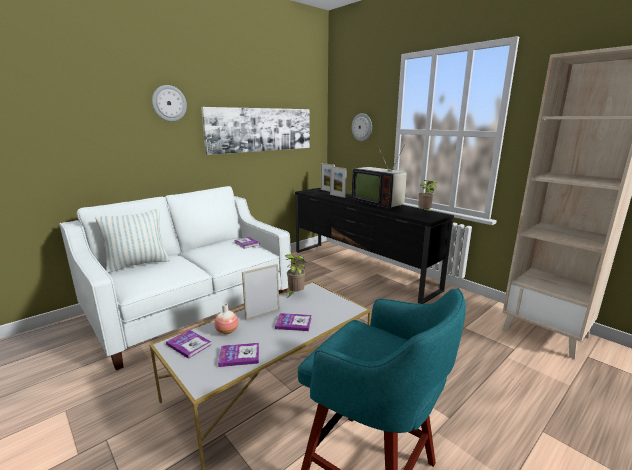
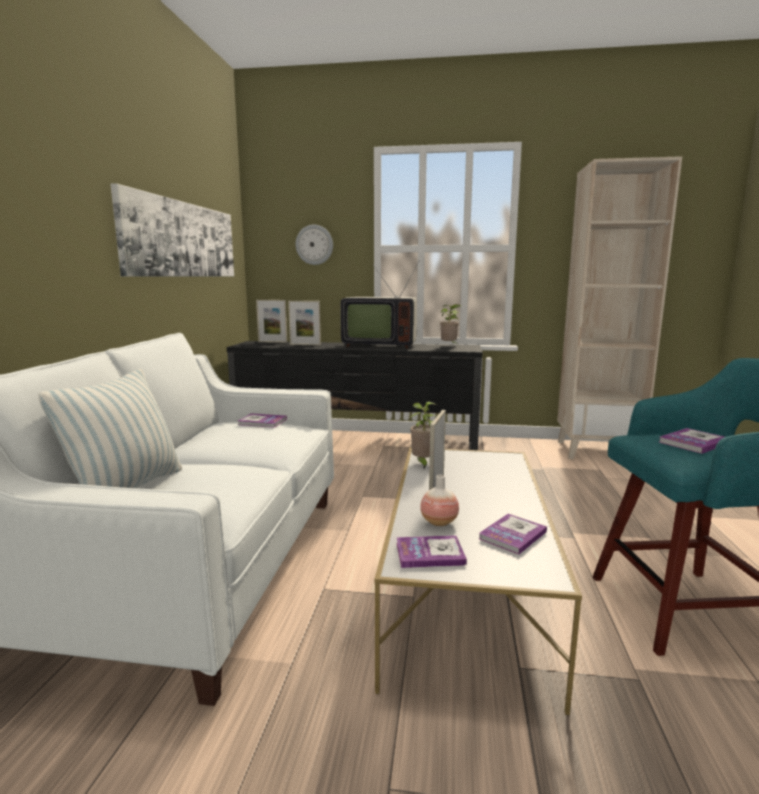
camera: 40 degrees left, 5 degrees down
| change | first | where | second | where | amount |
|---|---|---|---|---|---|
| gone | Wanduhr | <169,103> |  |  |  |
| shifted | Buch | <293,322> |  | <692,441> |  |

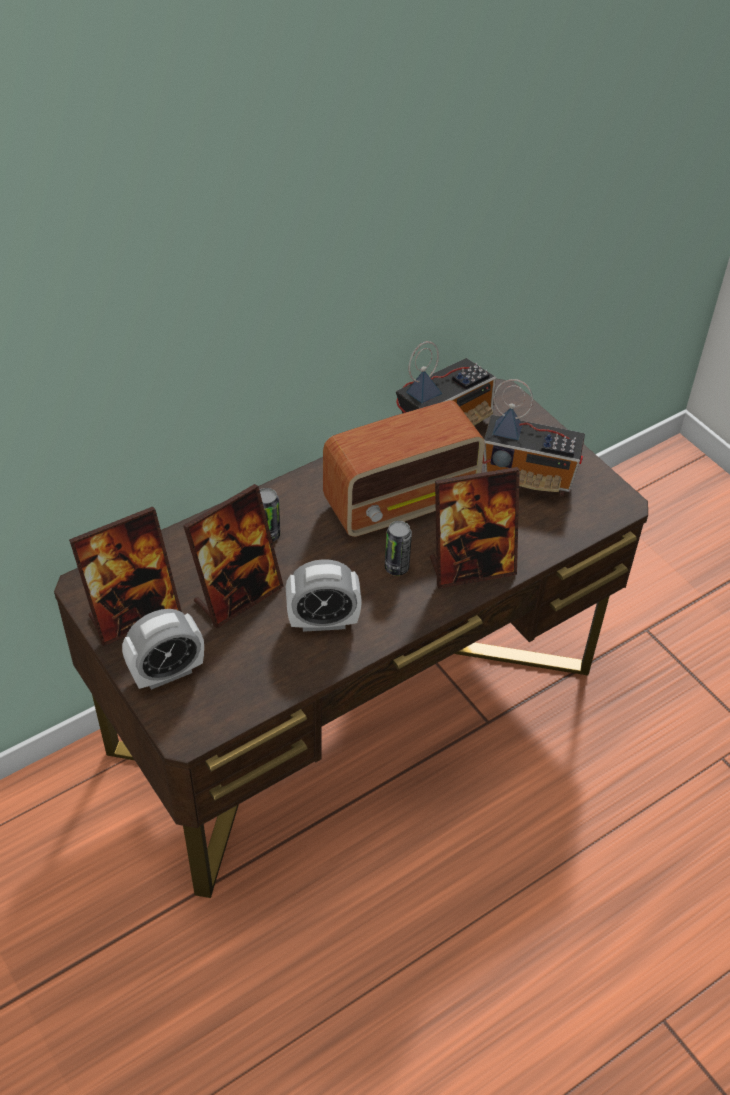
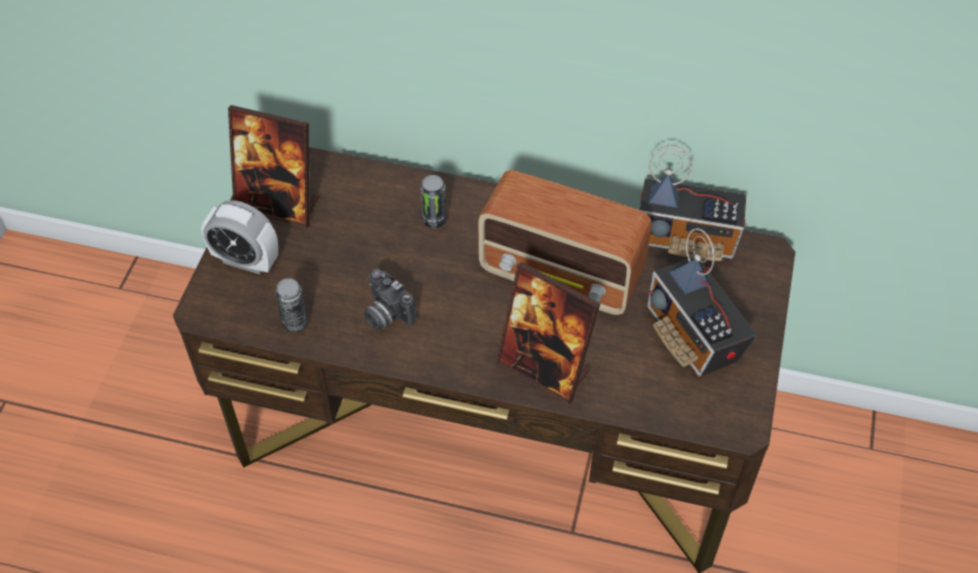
camera: 50 degrees right, 5 degrees up
| change | first | where | second | where | amount |
|---|---|---|---|---|---|
| gone | Bilderrahmen | <233,556> |  |  |  |
| swapped | Wecker | <324,595> | Kamera | <390,299> |  |
| shifted | Dose | <398,548> |  | <291,305> |  |

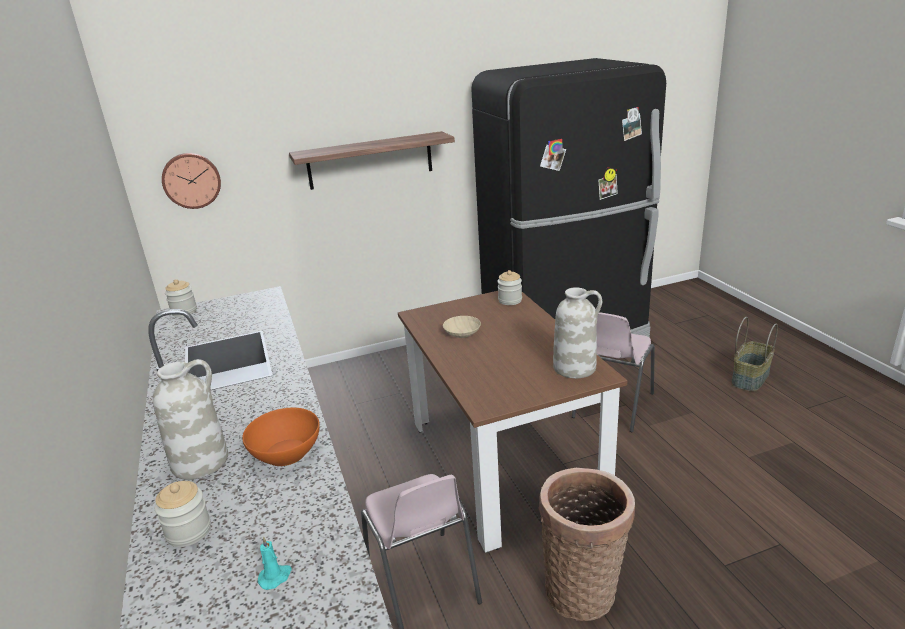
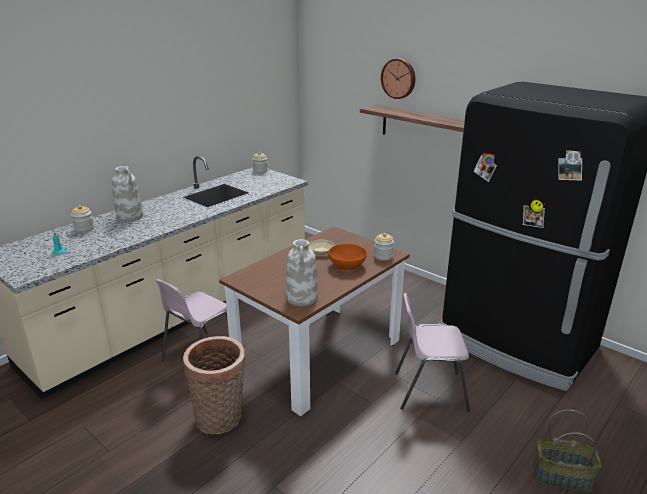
camera: 60 degrees right, 0 degrees up
| change | first | where | second | where | amount |
|---|---|---|---|---|---|
| shifted | Wanduhr | <191,181> |  | <398,78> |  |
| shifted | Schüssel (orange) | <281,437> |  | <347,257> |  |

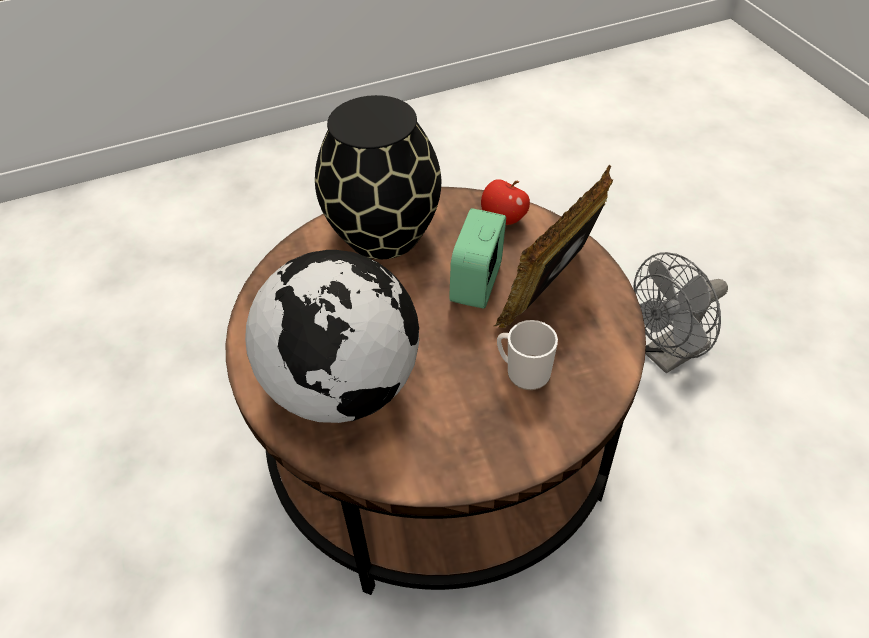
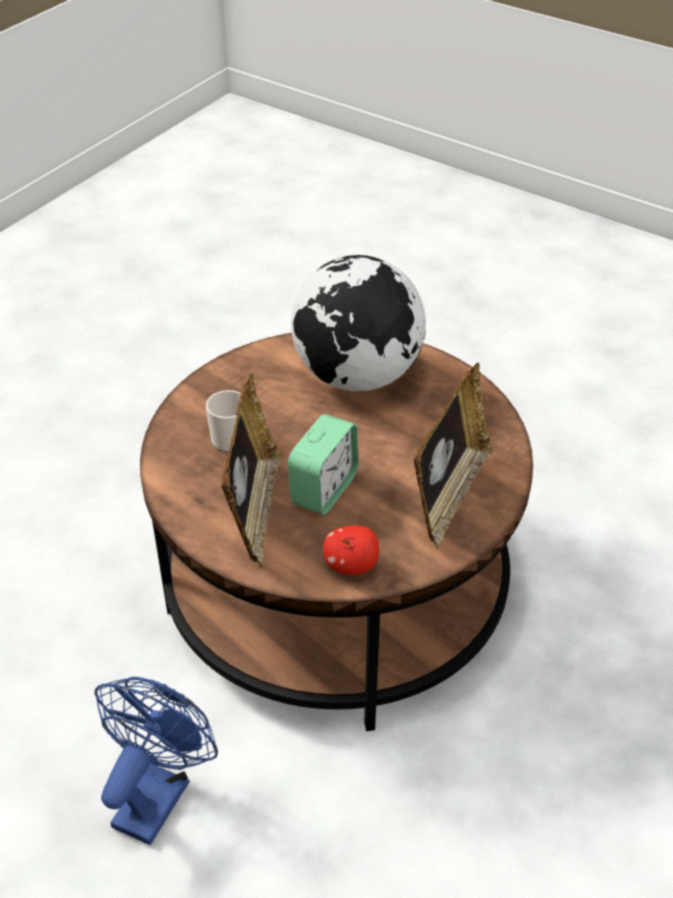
camera: 145 degrees right, 5 degrees down
| change | first | where | second | where | amount |
|---|---|---|---|---|---|
| swapped | Vase (schwarz) | <378,177> | Bilderrahmen | <453,456> |  |
| rotated | Wecker | <477,258> |  | <323,464> | 45 degrees clockwise |
| repainted | Ventilator (grau) | <680,312> | Ventilator (blau) | <156,761> |  |

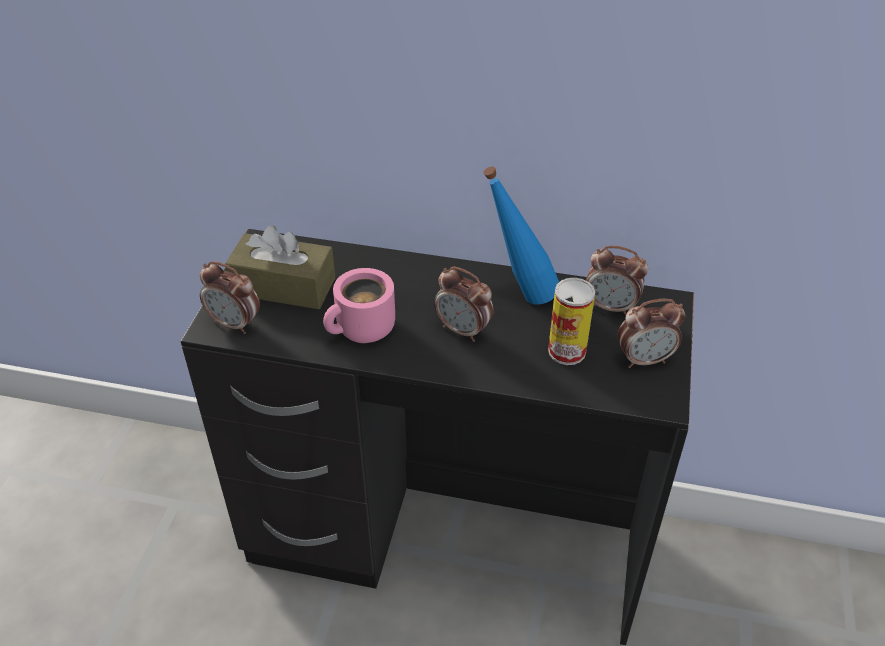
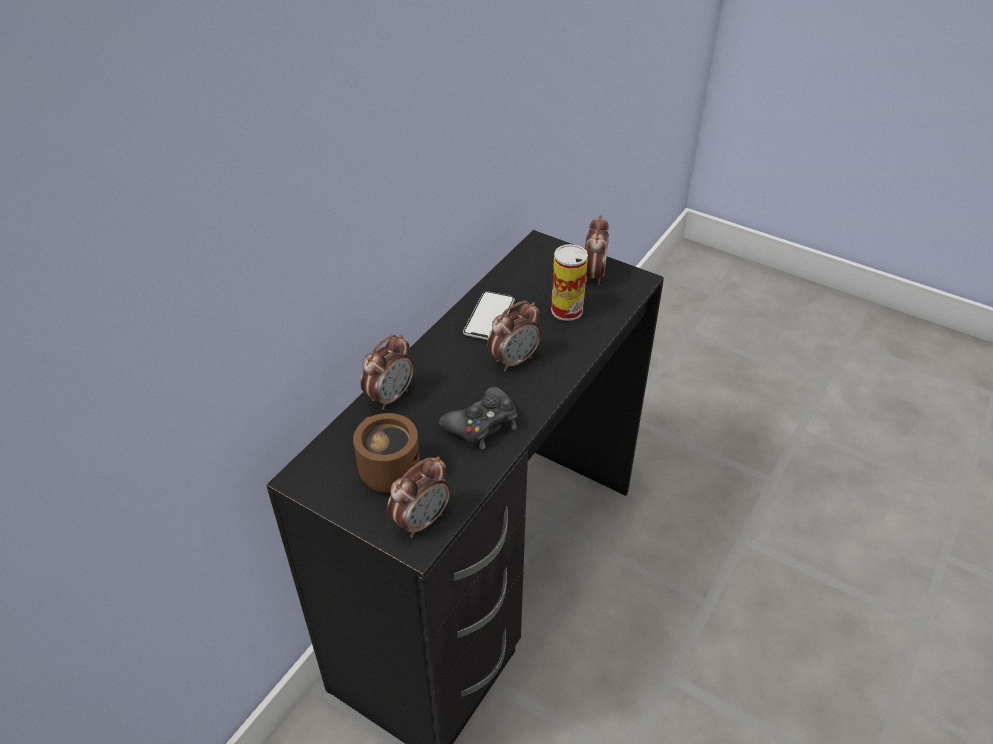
camera: 70 degrees left, 0 degrees up
| change | first | where | second | where | amount |
|---|---|---|---|---|---|
| swapped | Taschentuchbox (braun) | <280,267> | Henkelbecher (braun) | <386,453> |  |
| swapped | Henkelbecher (rosa) | <359,305> | Gamepad (schwarz) | <478,418> |  |
| swapped | Flasche (blau) | <521,236> | Handy | <489,315> |  |
| shifted | Wecker | <617,281> |  | <387,372> |  |

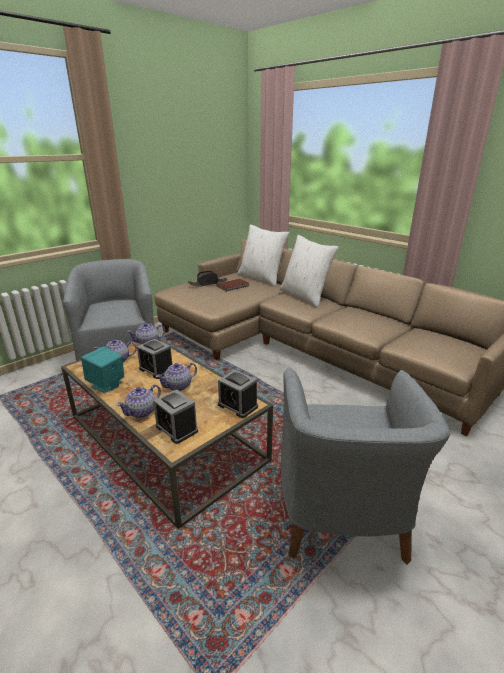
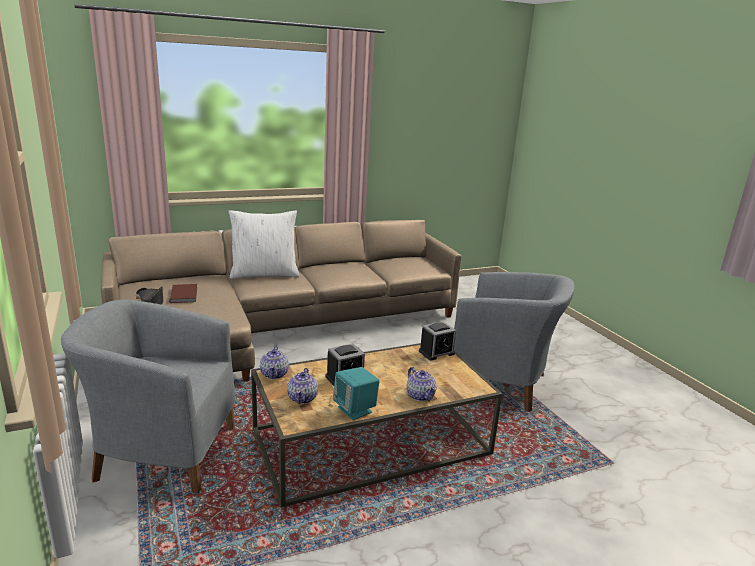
camera: 70 degrees left, 5 degrees down
| change | first | where | second | where | amount |
|---|---|---|---|---|---|
| gone | Wecker | <175,416> |  |  |  |
| gone | Teekanne | <176,377> |  |  |  |
| gone | Kissen (weiß) | <263,255> |  |  |  |

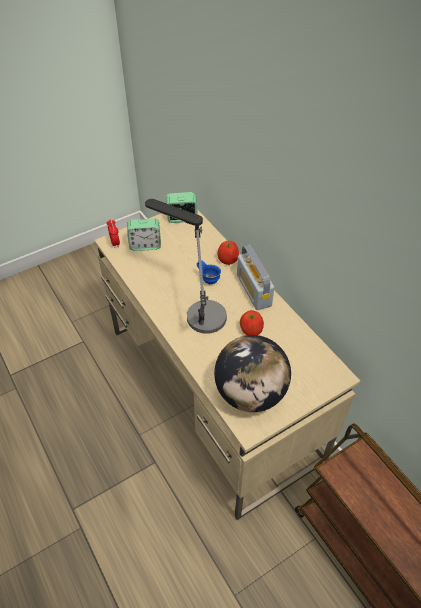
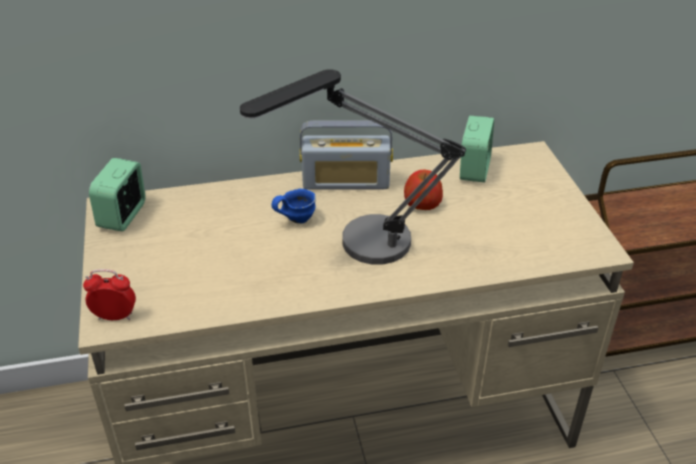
camera: 70 degrees left, 10 degrees down
| change | first | where | second | where | amount |
|---|---|---|---|---|---|
| shifted | Wecker | <144,234> |  | <477,149> |  |
| gone | Globus | <252,373> |  |  |  |
| gone | Apfel | <228,253> |  |  |  |

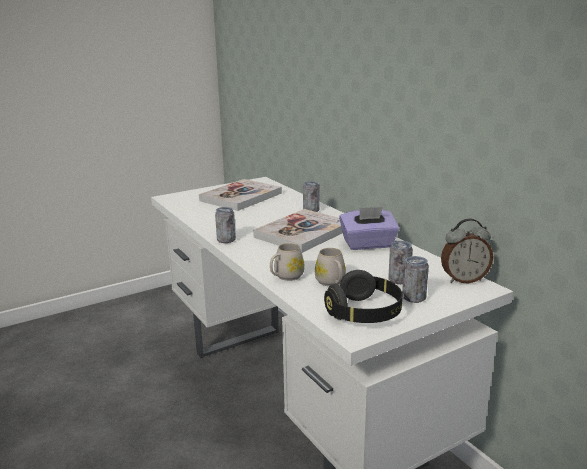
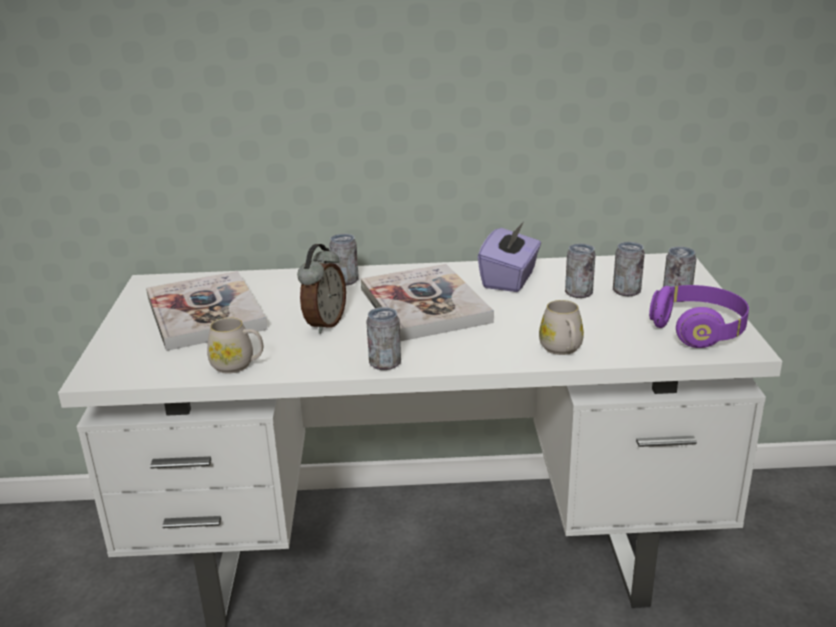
camera: 60 degrees left, 5 degrees up
| change | first | where | second | where | amount |
|---|---|---|---|---|---|
| shifted | Henkelbecher (weiß) | <330,267> |  | <235,345> |  |
| repainted | Kopfhörer (schwarz) | <363,296> | Kopfhörer (lila) | <699,316> |  |
| shifted | Wecker | <467,251> |  | <321,289> |  |
| new |  |  | Dose | <580,270> |  |

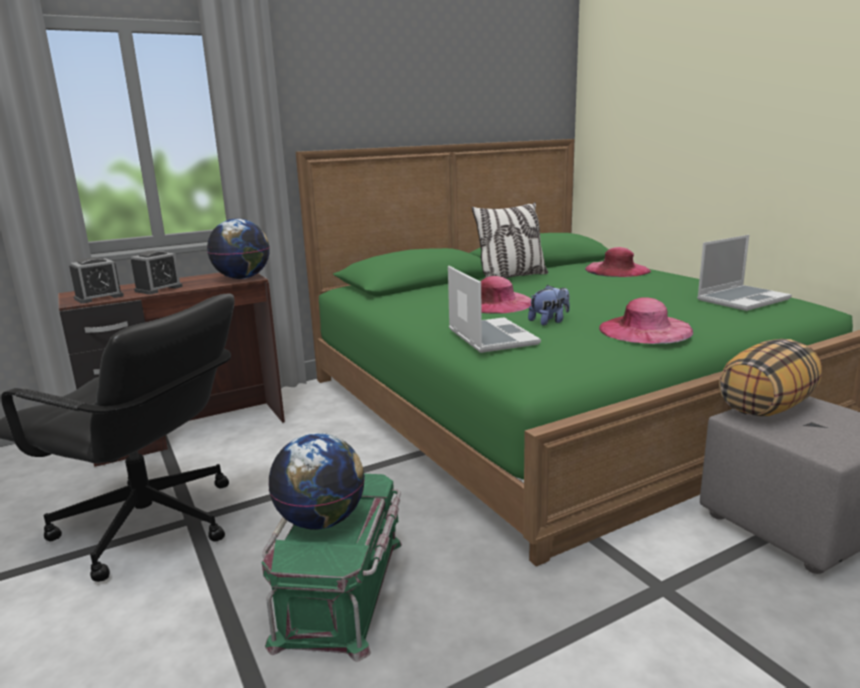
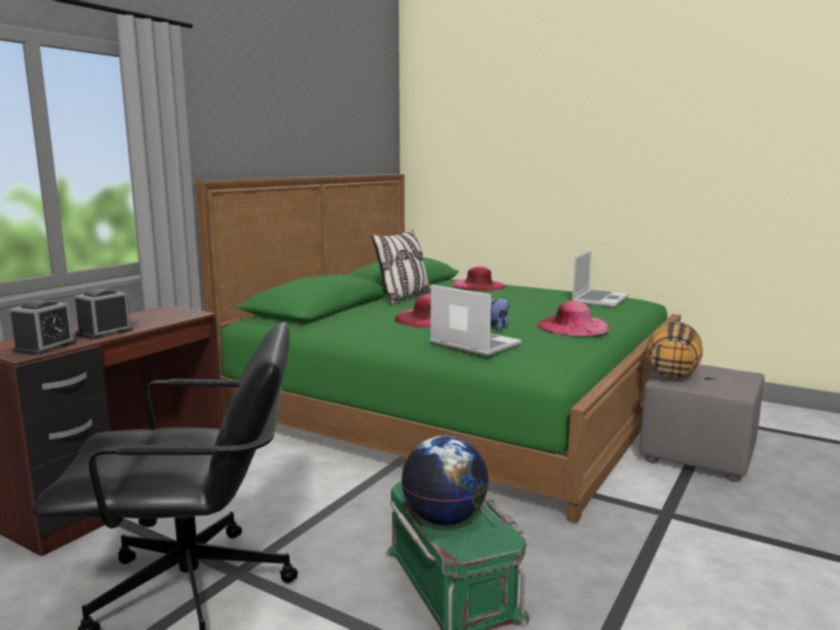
camera: 30 degrees left, 5 degrees down
| change | first | where | second | where | amount |
|---|---|---|---|---|---|
| rotated | Wecker | <157,272> |  | <104,314> | 150 degrees counterclockwise |
| gone | Globus | <238,249> |  |  |  |

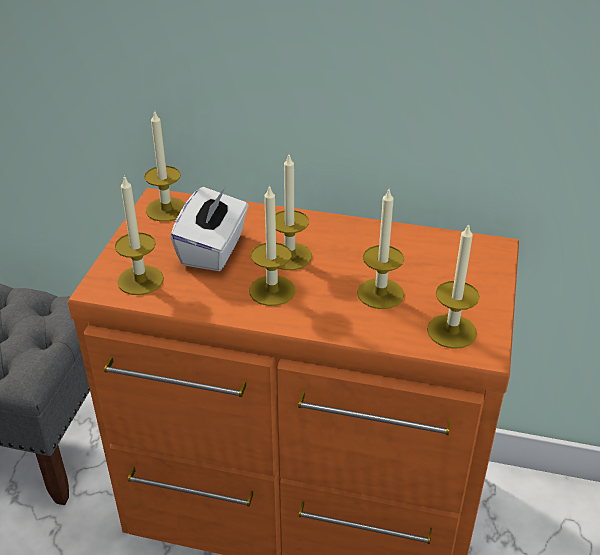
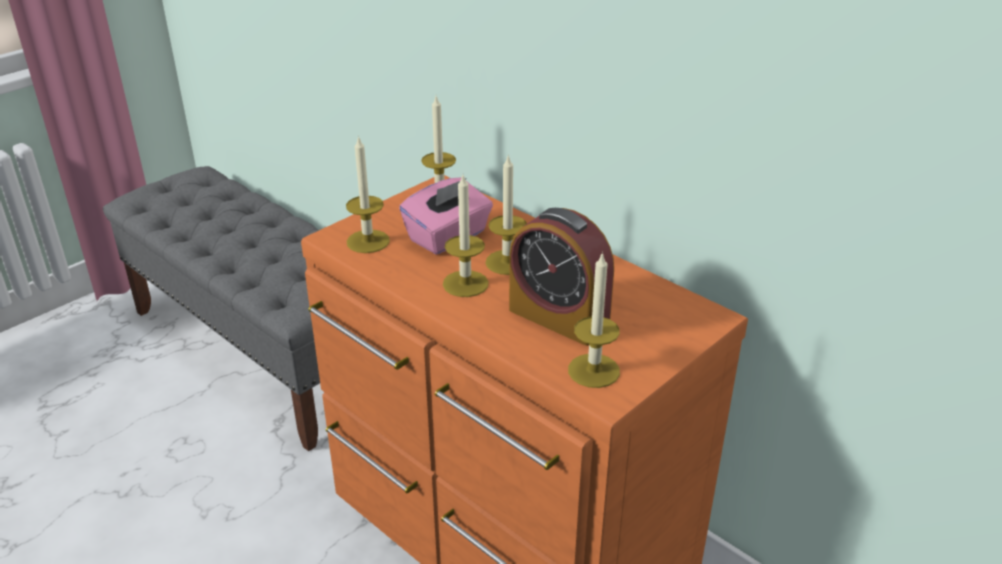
camera: 30 degrees right, 5 degrees down
| change | first | where | second | where | amount |
|---|---|---|---|---|---|
| repainted | Taschentuchbox (weiß) | <210,229> | Taschentuchbox (rosa) | <446,216> |  |
| swapped | Kerze | <380,248> | Wecker | <561,277> |  |

